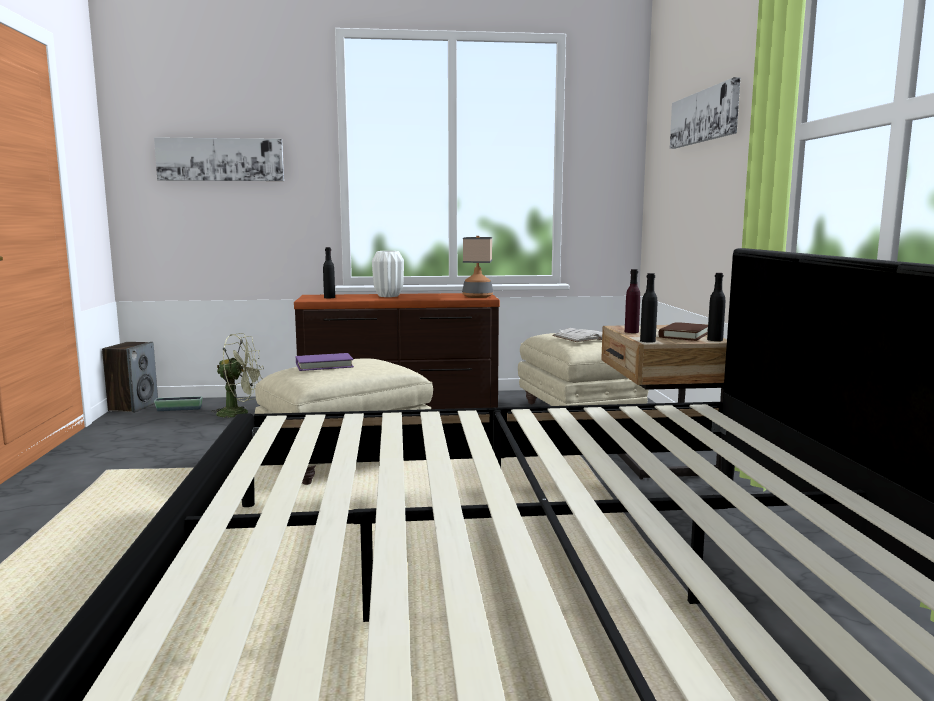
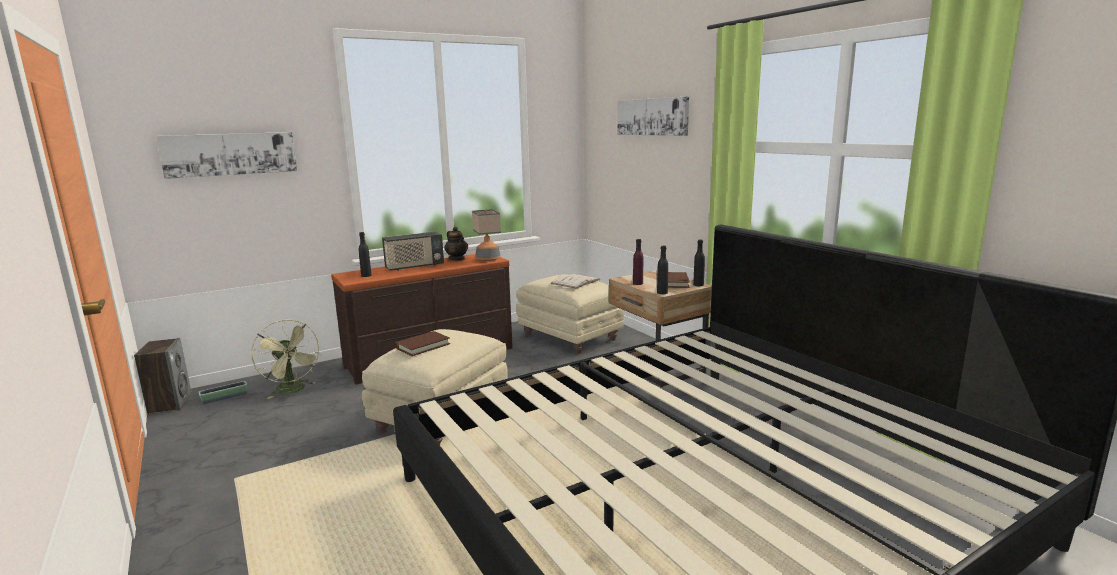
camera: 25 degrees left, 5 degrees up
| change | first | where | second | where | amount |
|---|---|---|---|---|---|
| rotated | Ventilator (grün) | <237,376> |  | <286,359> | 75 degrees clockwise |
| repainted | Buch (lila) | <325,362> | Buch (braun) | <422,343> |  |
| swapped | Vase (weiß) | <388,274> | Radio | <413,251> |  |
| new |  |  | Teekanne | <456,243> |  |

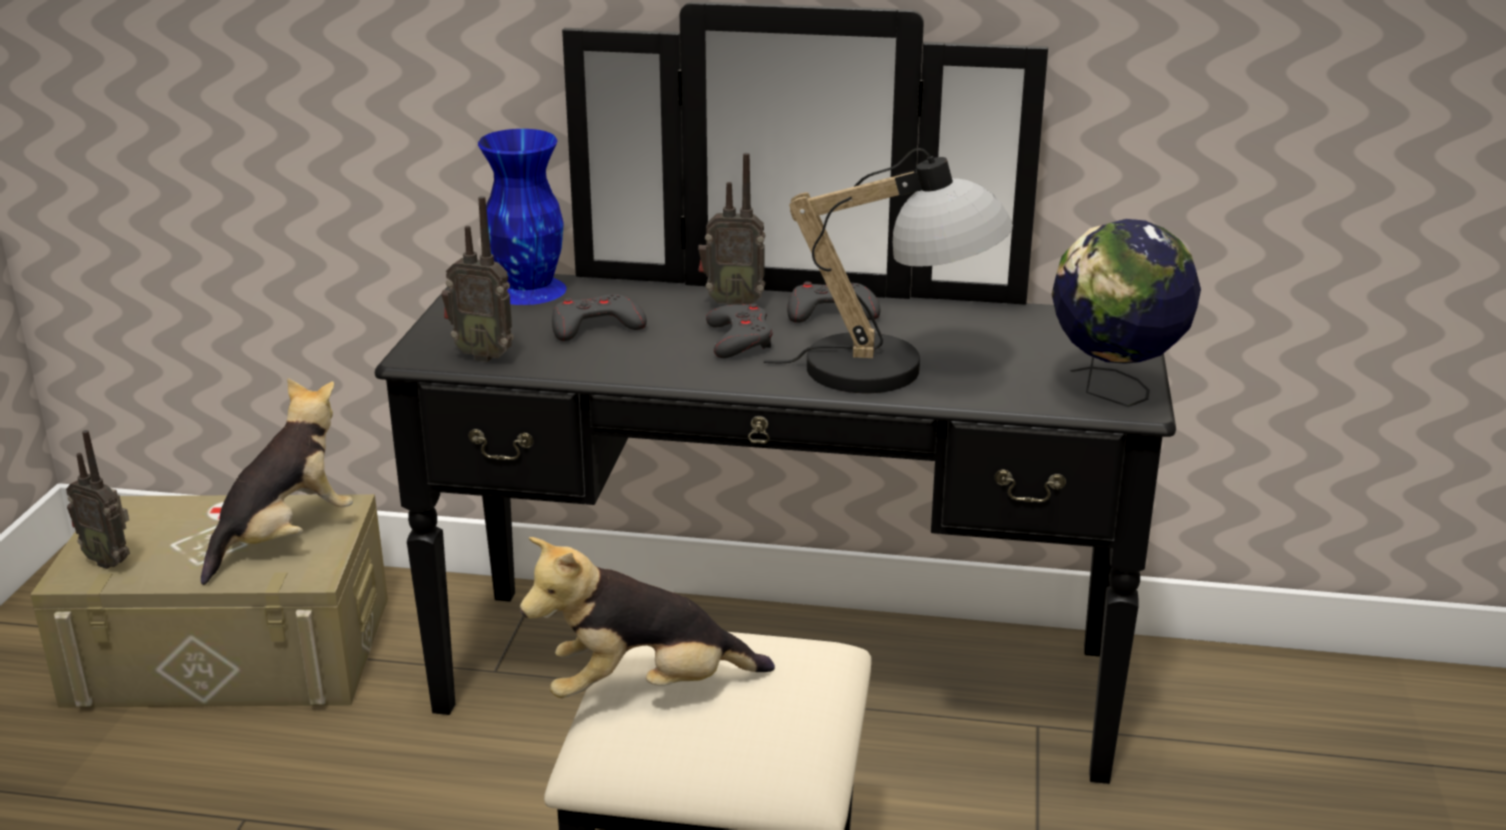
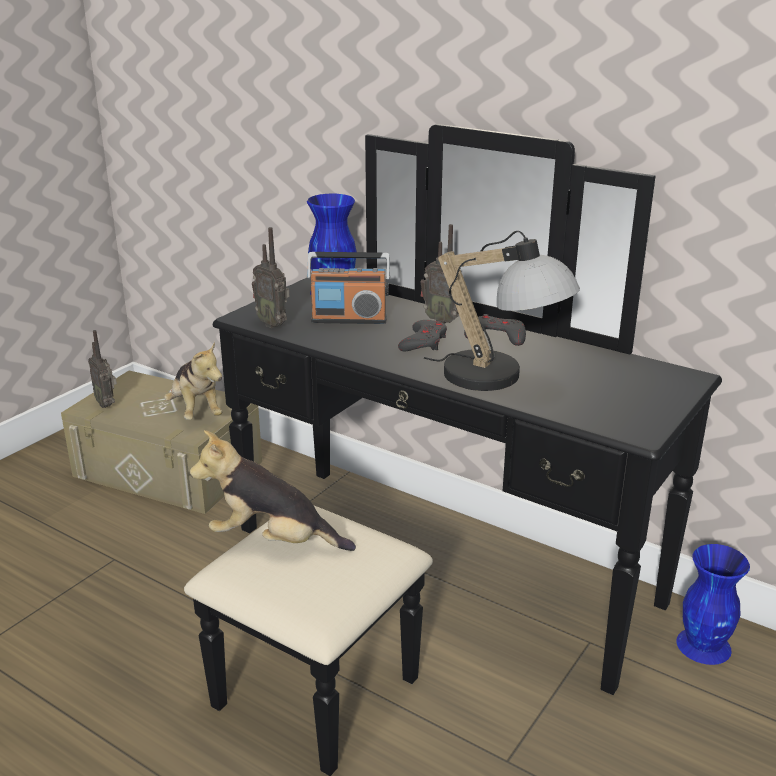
camera: 25 degrees right, 0 degrees up
| change | first | where | second | where | amount |
|---|---|---|---|---|---|
| rotated | Plüschtier | <277,481> |  | <193,381> | 90 degrees clockwise |
| swapped | Gamepad (grau) | <599,317> | Radio | <348,288> |  |
| gone | Globus | <1126,313> |  |  |  |
| new |  |  | Vase (blau) | <713,604> |  |

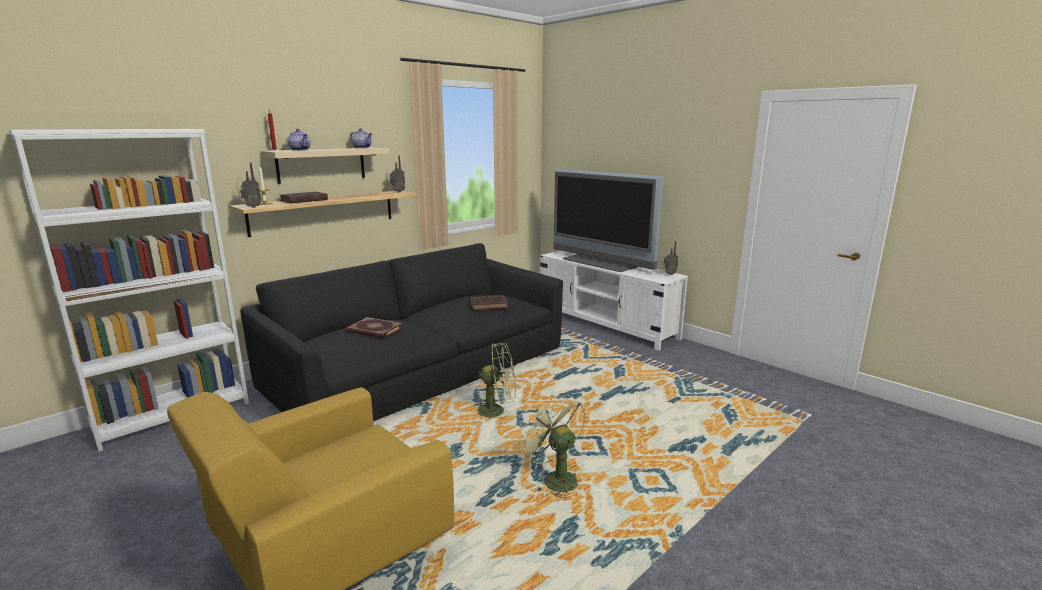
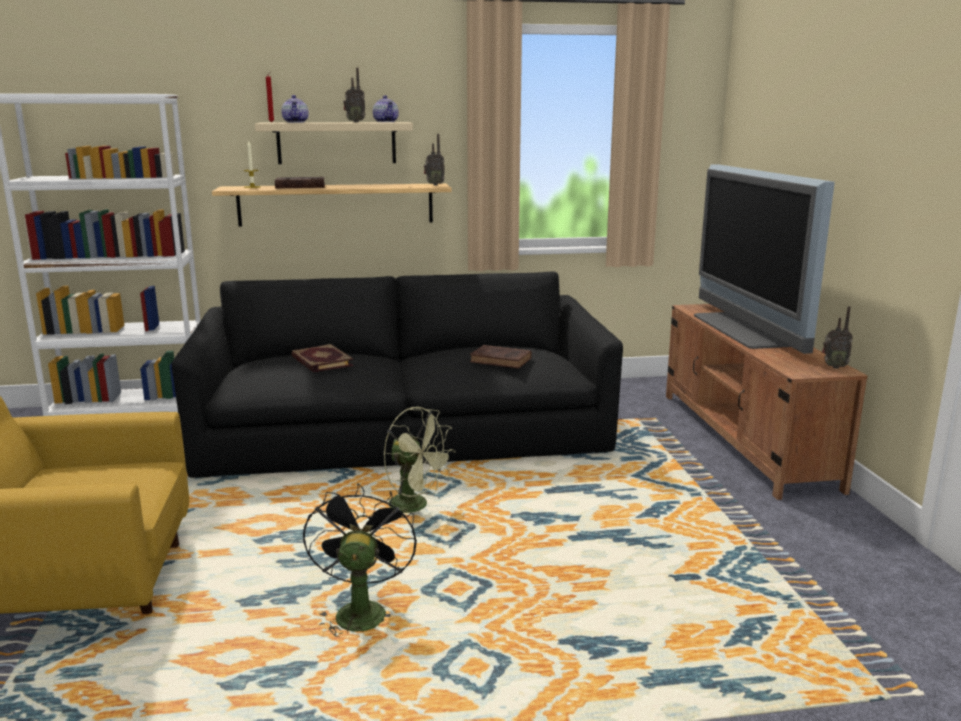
camera: 35 degrees right, 0 degrees up
| change | first | where | second | where | amount |
|---|---|---|---|---|---|
| shifted | Radio | <251,185> |  | <354,94> |  |
| repainted | Ventilator (grün) | <551,446> | Ventilator (schwarz) | <360,560> |  |
| repainted | Fernsehschrank (weiß) | <614,301> | Fernsehschrank (braun) | <767,402> |  |

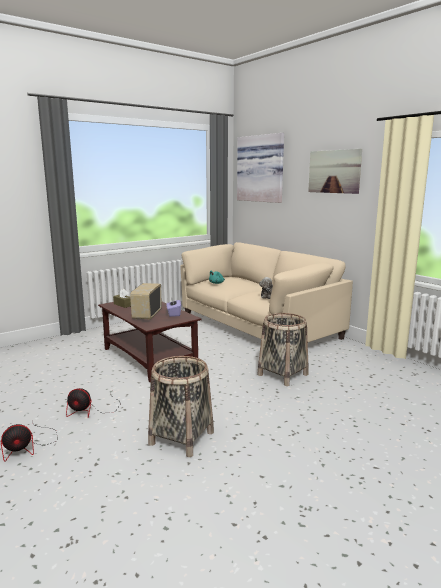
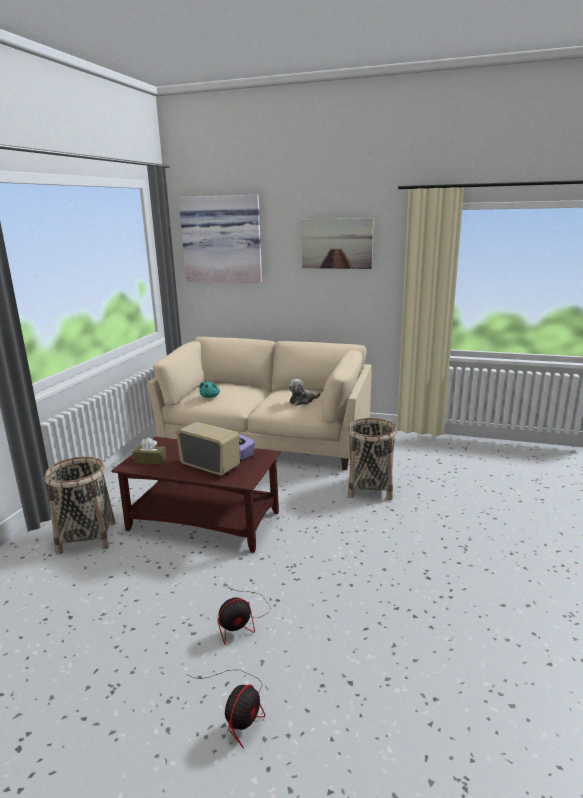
camera: 35 degrees left, 5 degrees up
| change | first | where | second | where | amount |
|---|---|---|---|---|---|
| rotated | Radio | <146,301> |  | <208,448> | 150 degrees clockwise |
| shifted | Korb | <181,406> |  | <79,505> |  |

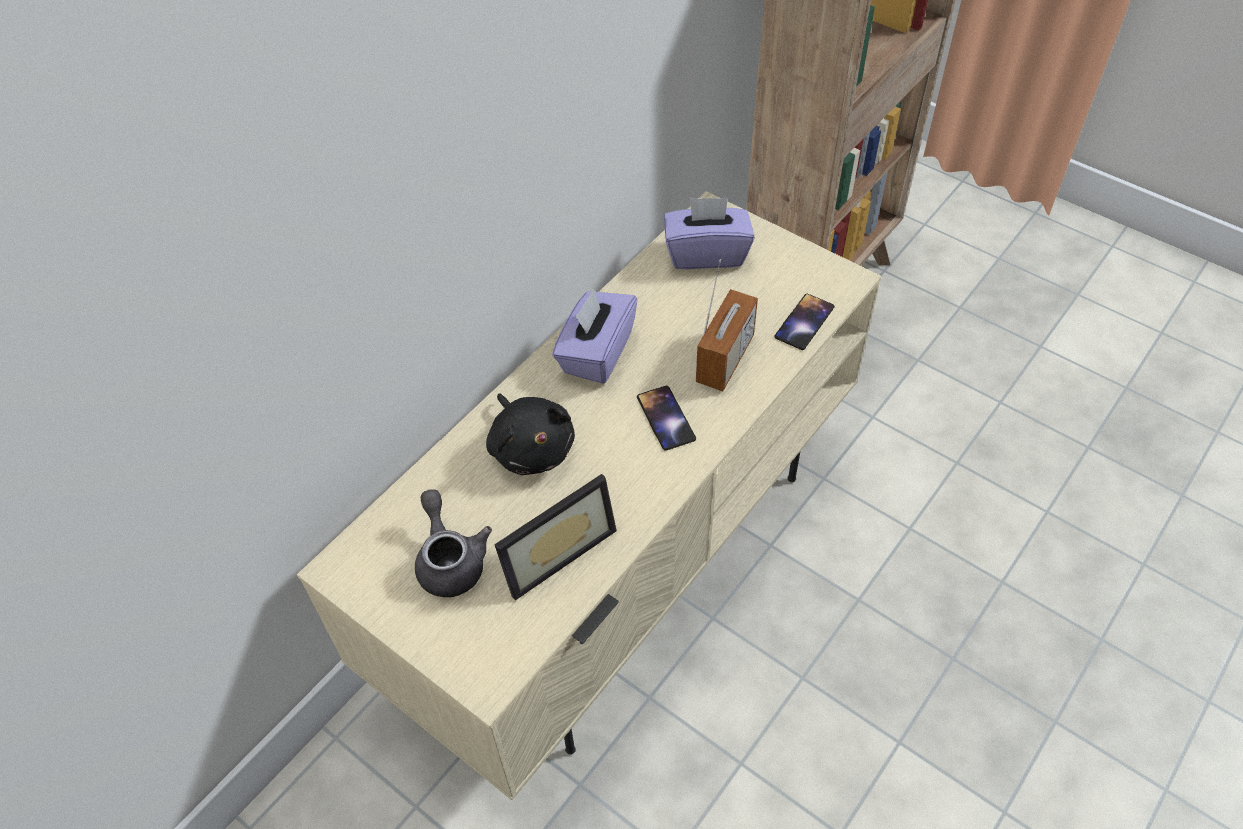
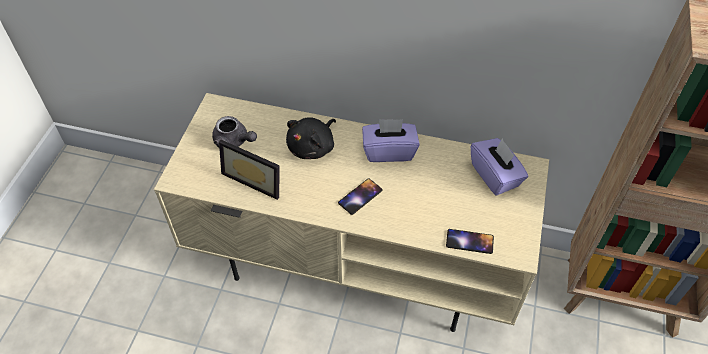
camera: 65 degrees right, 0 degrees up
| change | first | where | second | where | amount |
|---|---|---|---|---|---|
| rotated | Teekanne (grau) | <453,543> |  | <234,132> | 75 degrees clockwise |
| gone | Radio | <727,325> |  |  |  |

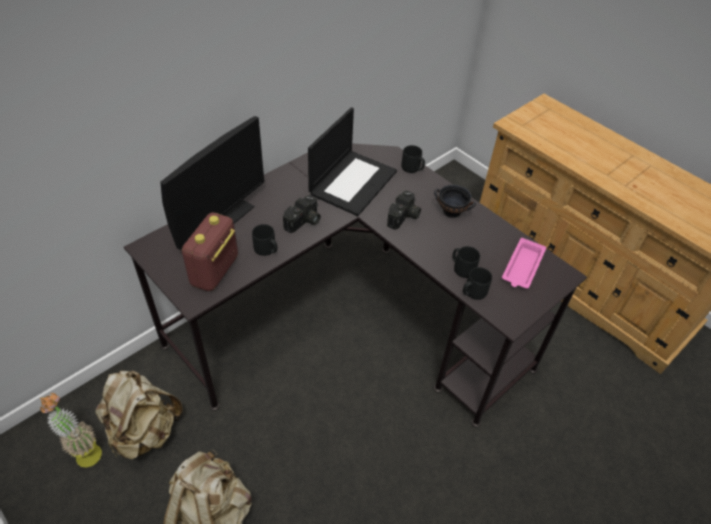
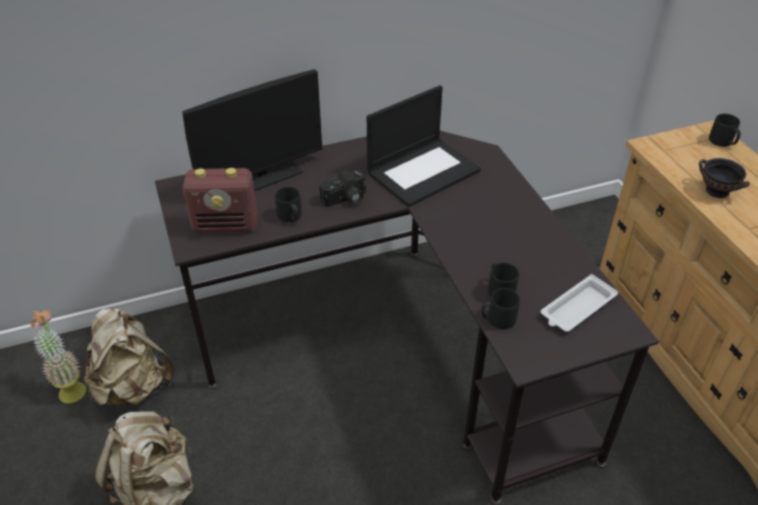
camera: 25 degrees right, 5 degrees down
| change | first | where | second | where | amount |
|---|---|---|---|---|---|
| rotated | Radio | <210,252> |  | <220,200> | 135 degrees counterclockwise |
| gone | Kamera | <404,210> |  |  |  |
| shifted | Henkelbecher (schwarz) | <413,159> |  | <725,130> |  |
| shifted | Schüssel (schwarz) | <455,201> |  | <724,178> |  |
| repainted | Tablett (rosa) | <524,263> | Tablett (weiß) | <579,303> |  |

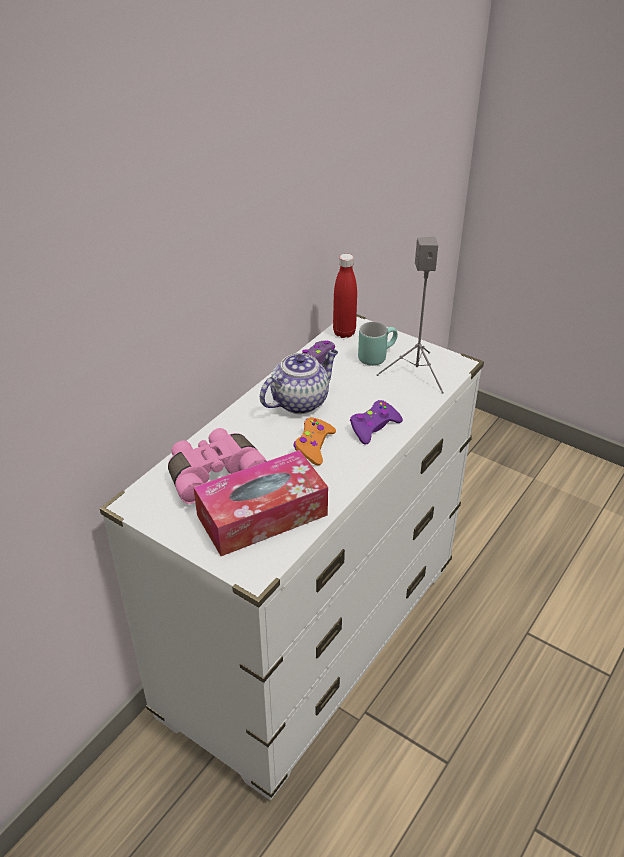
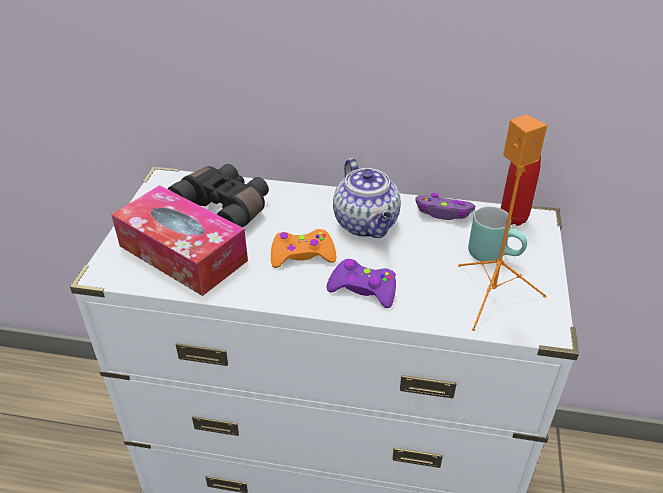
camera: 65 degrees right, 0 degrees up
| change | first | where | second | where | amount |
|---|---|---|---|---|---|
| repainted | Fernglas (rosa) | <217,466> | Fernglas (schwarz) | <218,196> |  |
| rotated | Teekanne | <299,381> |  | <367,198> | 45 degrees clockwise |
| repainted | Lautsprecher (grau) | <410,315> | Lautsprecher (orange) | <502,222> |  |

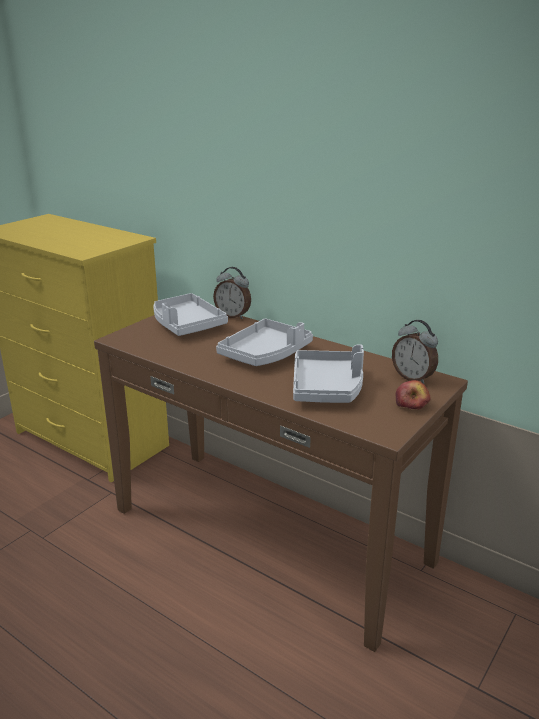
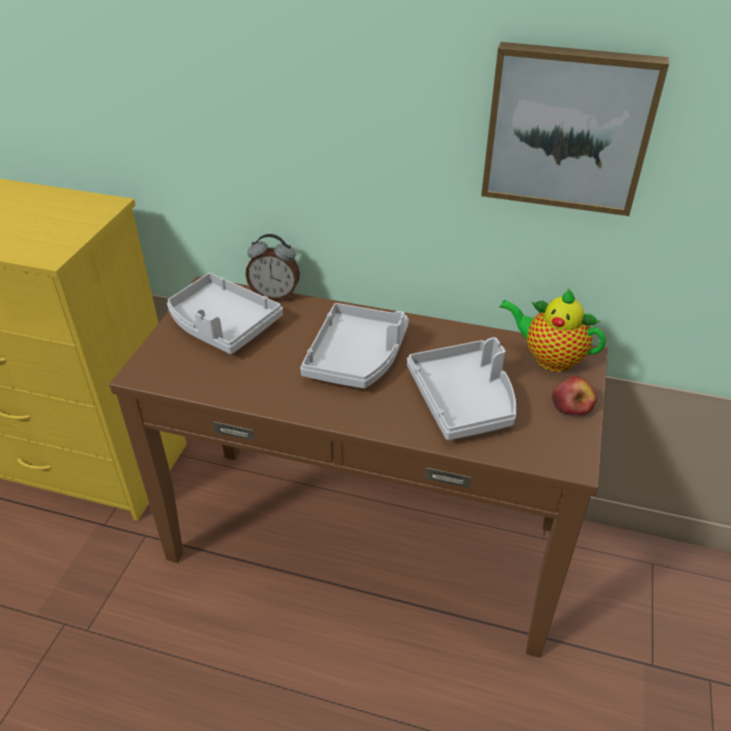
camera: 20 degrees left, 15 degrees up
| change | first | where | second | where | amount |
|---|---|---|---|---|---|
| swapped | Wecker | <415,352> | Teekanne | <553,330> |  |
| new |  |  | Bild | <575,129> |  |

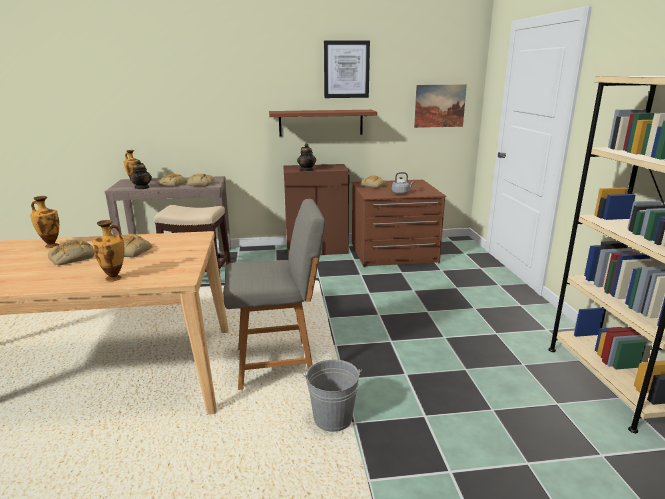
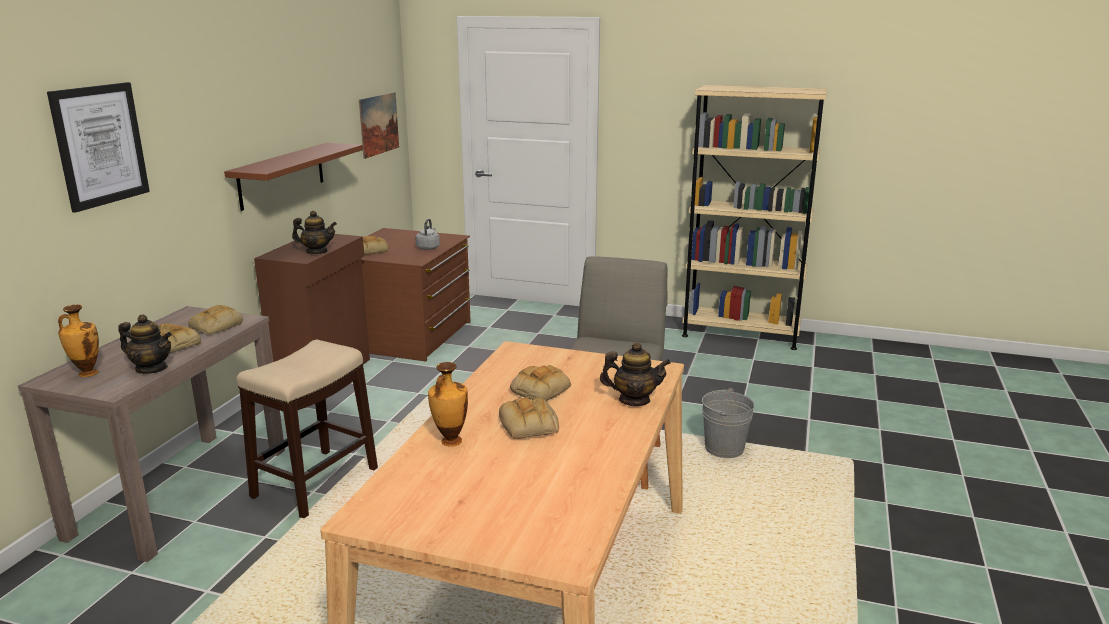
camera: 65 degrees left, 0 degrees up
| change | first | where | second | where | amount |
|---|---|---|---|---|---|
| swapped | Vase | <108,251> | Teekanne | <635,374> |  |
| shifted | Bild | <347,69> |  | <98,147> |  |

